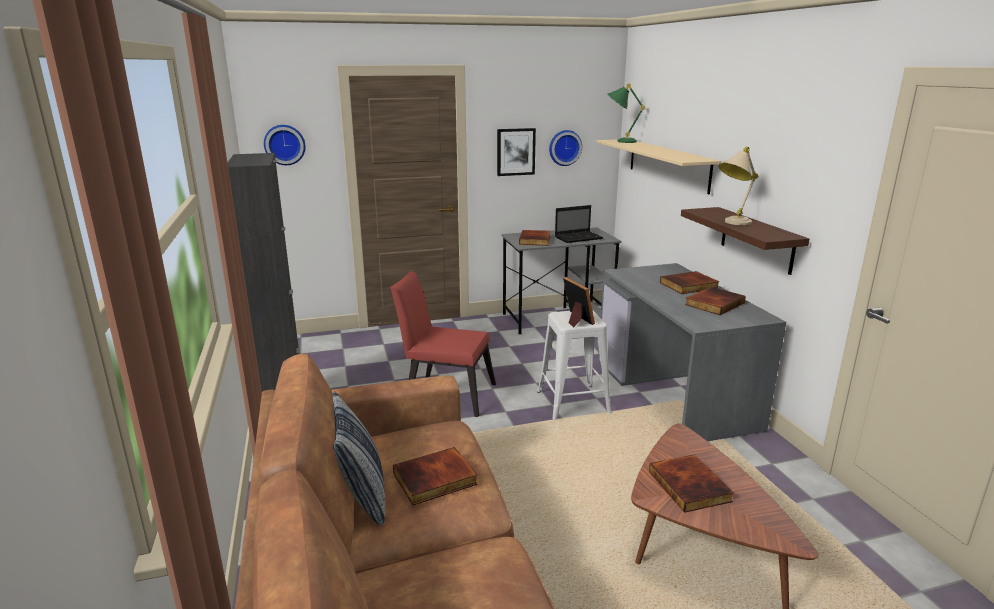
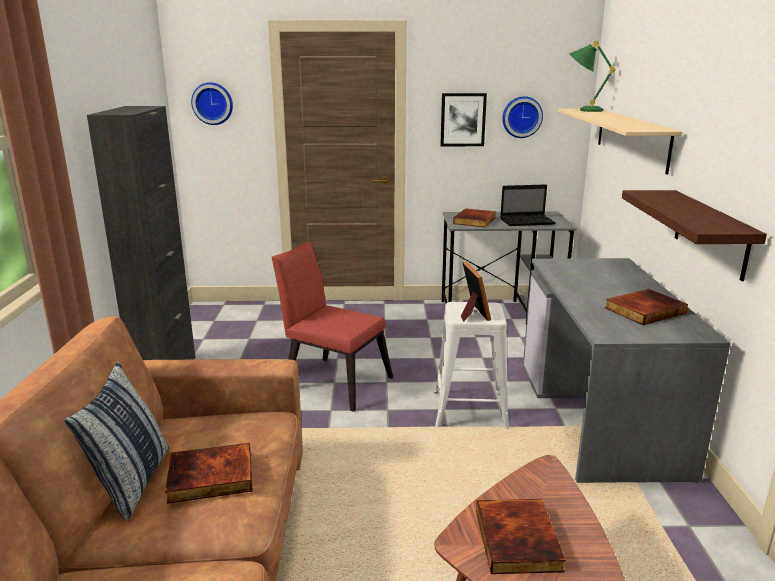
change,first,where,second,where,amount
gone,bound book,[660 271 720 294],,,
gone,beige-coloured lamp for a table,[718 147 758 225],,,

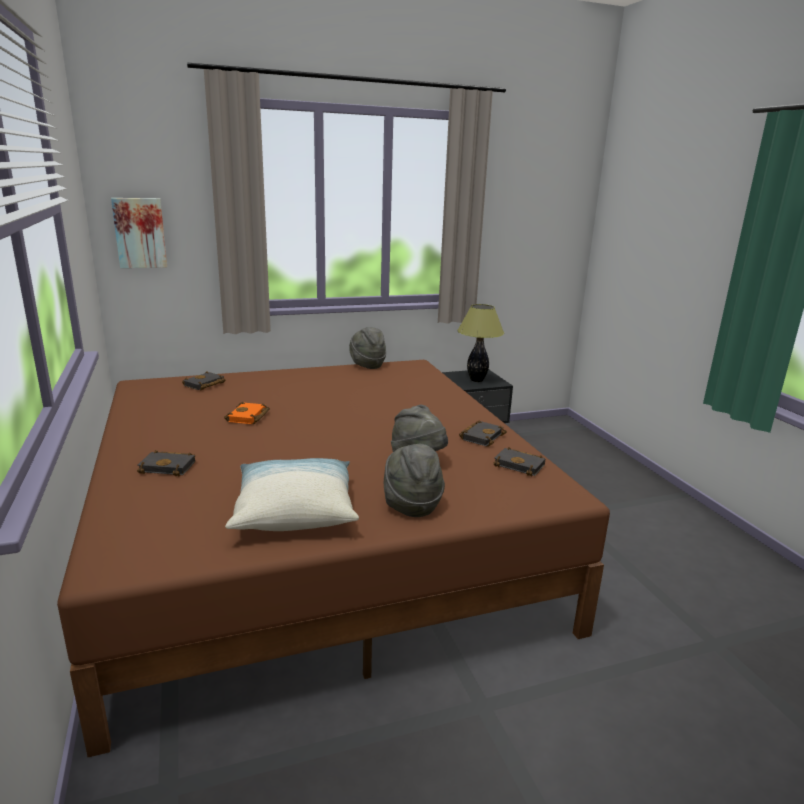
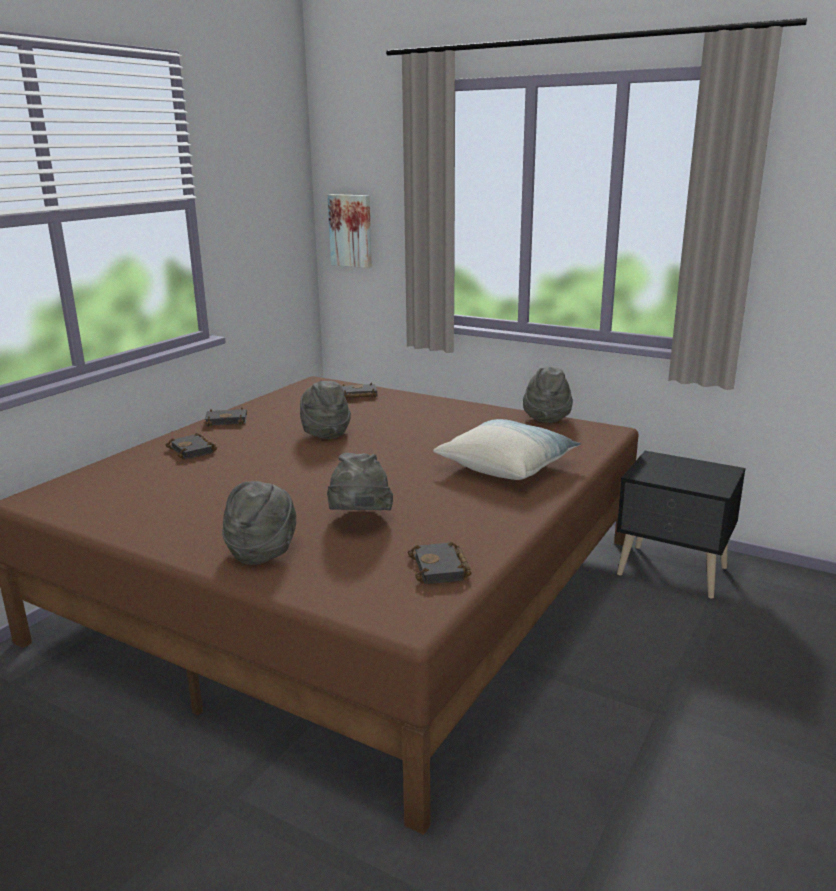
change,first,where,second,where,amount
swapped,orange-coloured bound book,[224 402 270 424],greyish wearable hat,[300 381 351 439],
shifted,cushion,[225 458 359 531],,[433 419 581 480],
gone,lamp for a table,[457 304 504 382],,,
shifted,black bound book,[459 420 507 447],,[205 408 247 427],

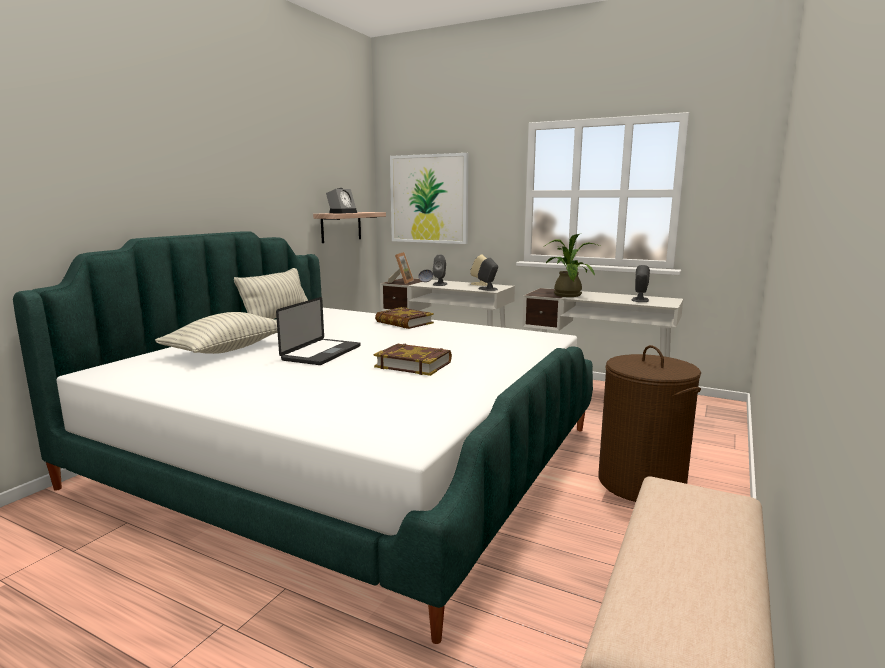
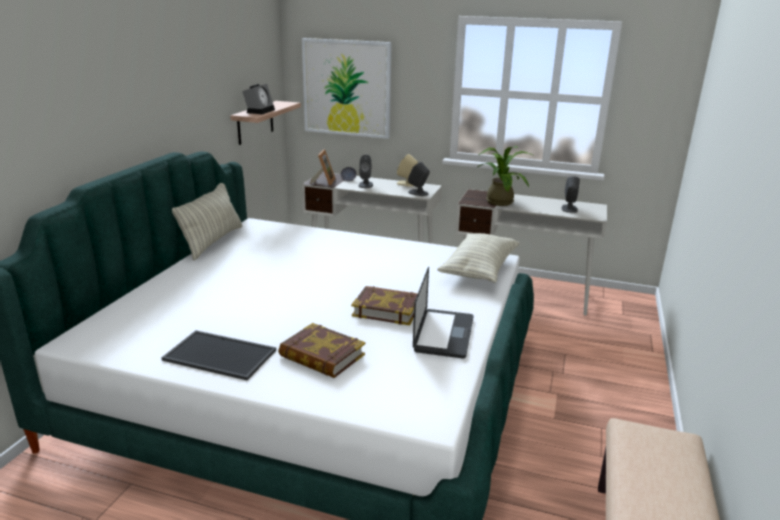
change,first,where,second,where,amount
shifted,cushion,[155 312 278 354],,[437 233 520 283],
shifted,laptop,[276 297 360 365],,[413 267 474 359],
shifted,bound book,[375 307 434 329],,[278 323 365 378],
gone,brown-coloured laundry basket,[598 345 701 502],,,
new,,,tray,[161 330 276 380],

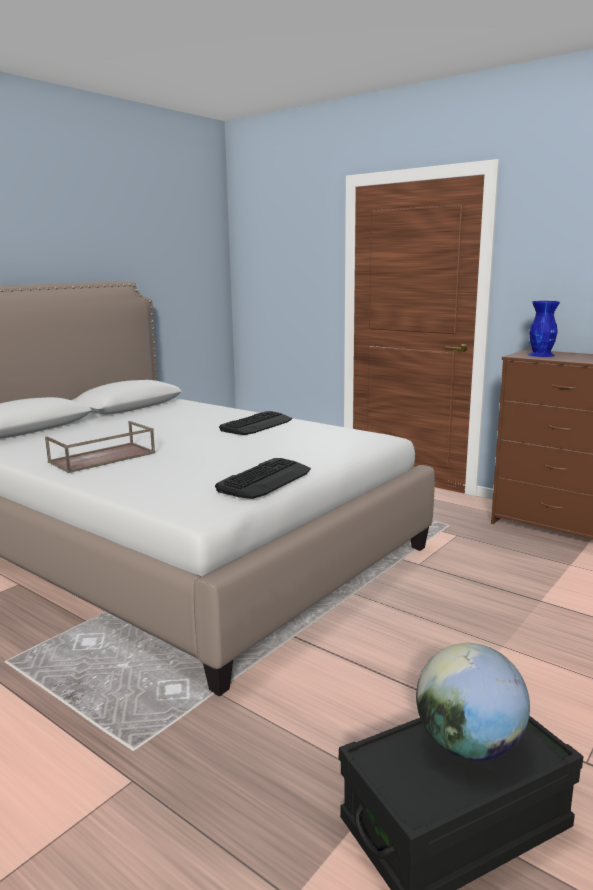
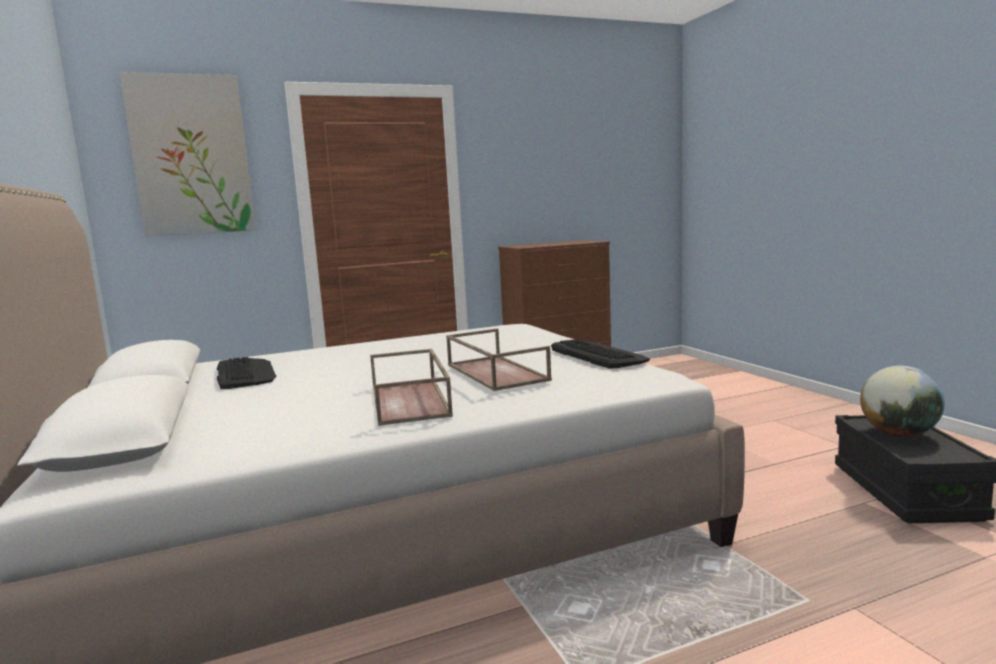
change,first,where,second,where,amount
shifted,computer keyboard,[219 411 292 435],,[217 357 276 389],
gone,blue-coloured flower vase,[528 301 560 357],,,
new,,,wall picture,[120 72 256 237],
new,,,brown-coloured tray,[446 328 552 391],

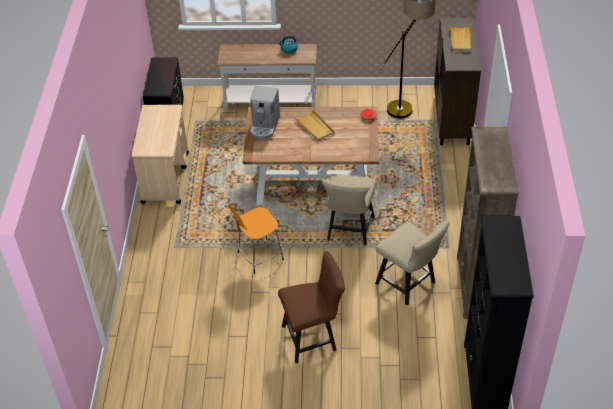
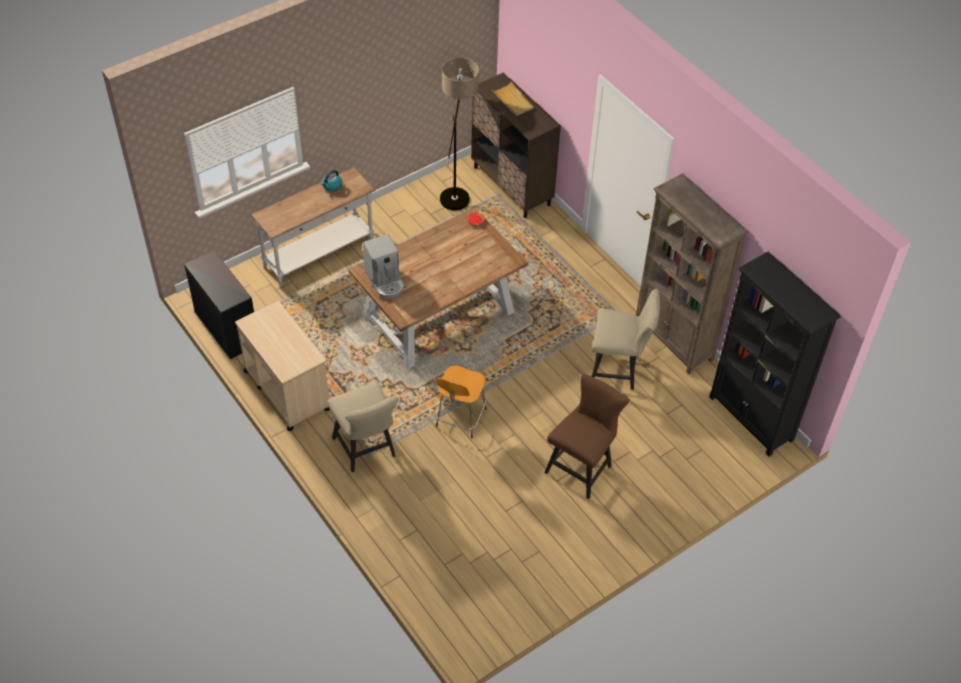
change,first,where,second,where,amount
gone,beige-coloured tray,[295 110 334 141],,,
shifted,beige-coloured plain chair,[322 174 376 245],,[327 382 399 472],

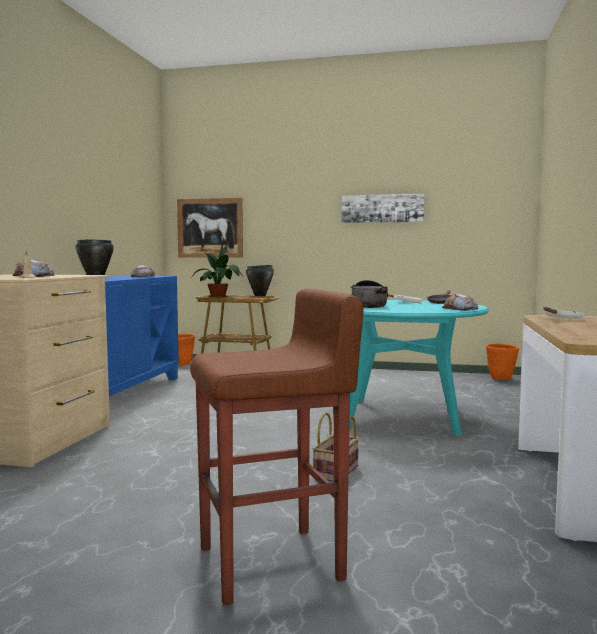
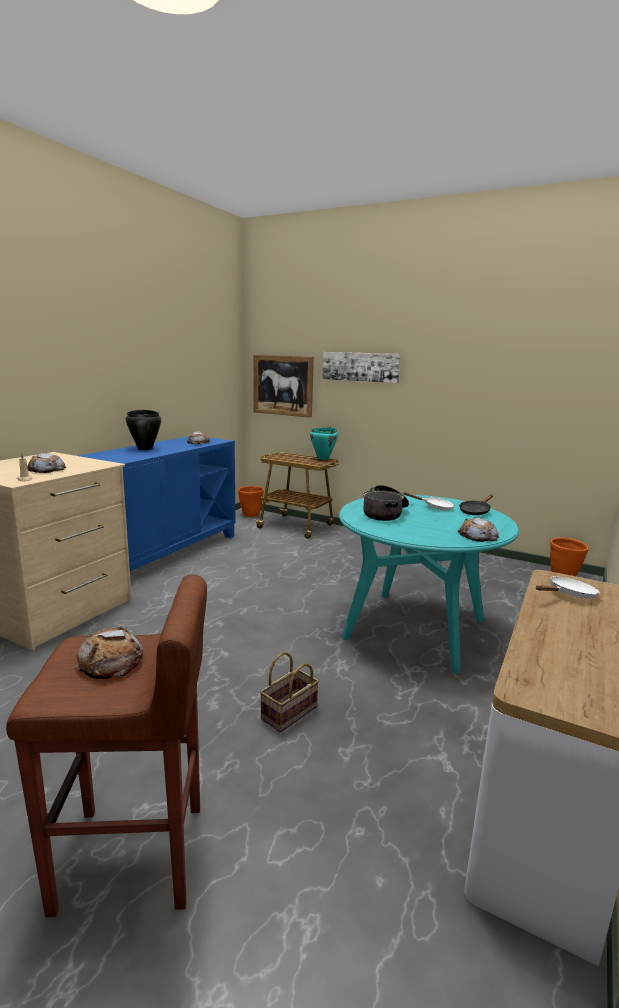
change,first,where,second,where,amount
gone,plant in a pot,[192 244 242 298],,,
repainted,black saucepot,[246 265 274 296],turquoise saucepot,[310 427 338 460],
shifted,wall picture,[342 194 424 223],,[322 352 401 383],
new,,,bread,[74 626 143 679],

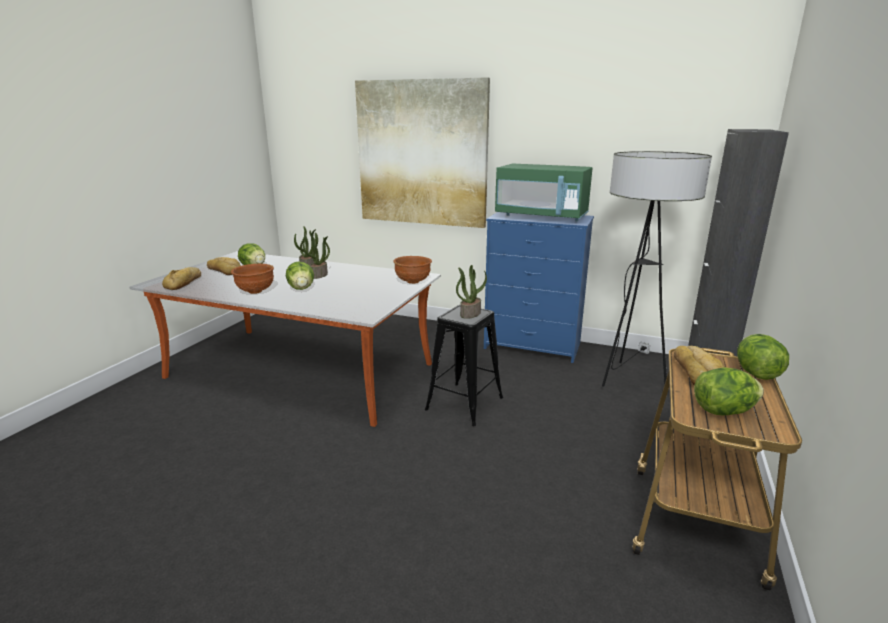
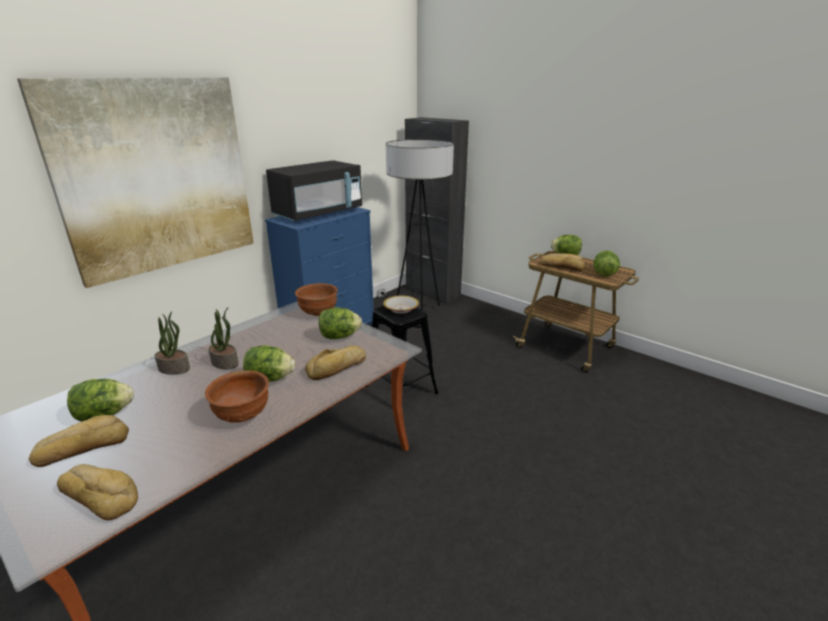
change,first,where,second,where,amount
swapped,plant in a pot,[456 265 487 319],deep dish,[383 295 419 314],
repainted,greenish microwave oven,[495 164 592 221],black microwave oven,[266 160 362 222],
new,,,bread,[305 346 366 380],
new,,,lettuce,[319 307 362 339],

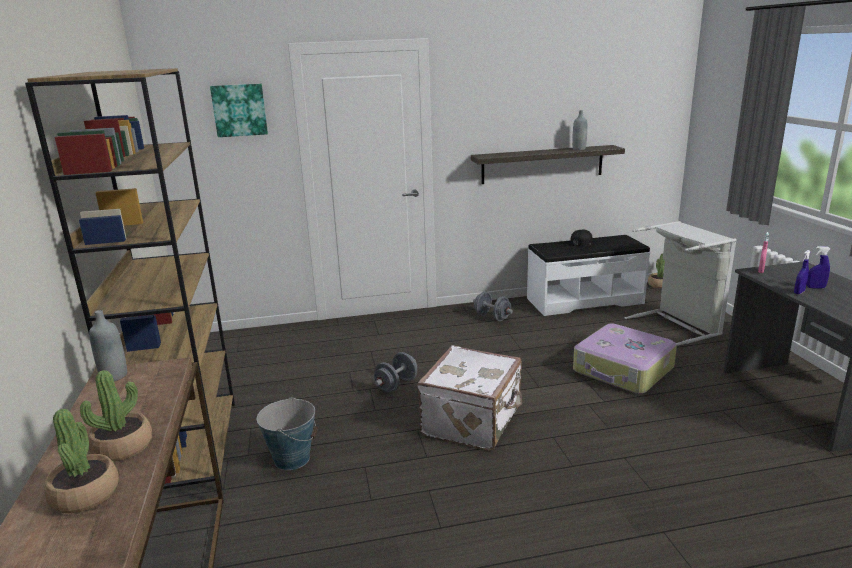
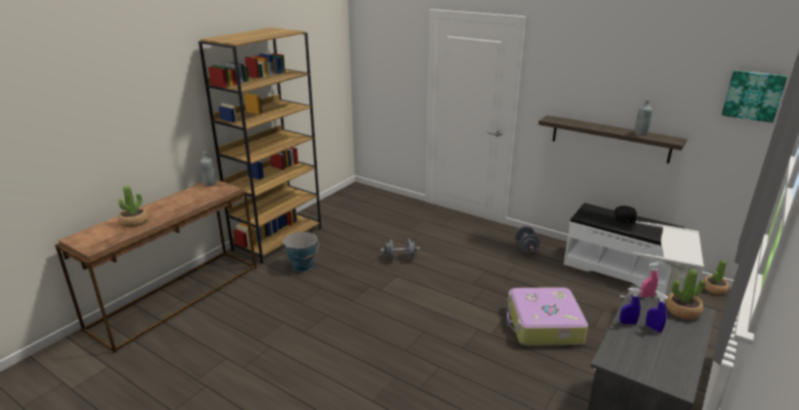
change,first,where,second,where,amount
shifted,plant in a pot,[80 370 152 462],,[666 269 706 320],
shifted,wall picture,[210 84 268 137],,[722 70 787 123],
gone,white travel case,[417 345 522 451],,,

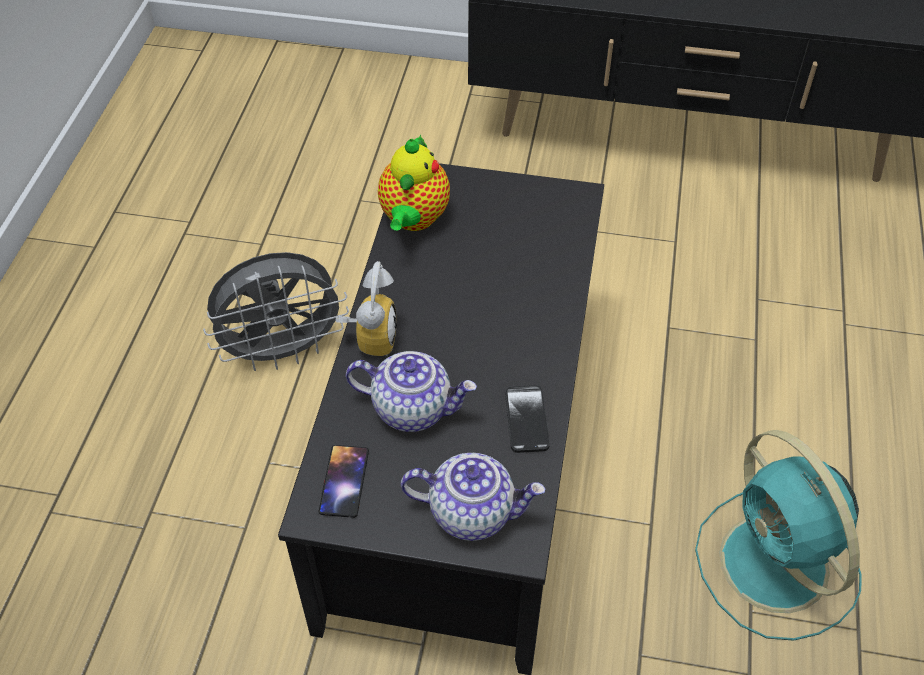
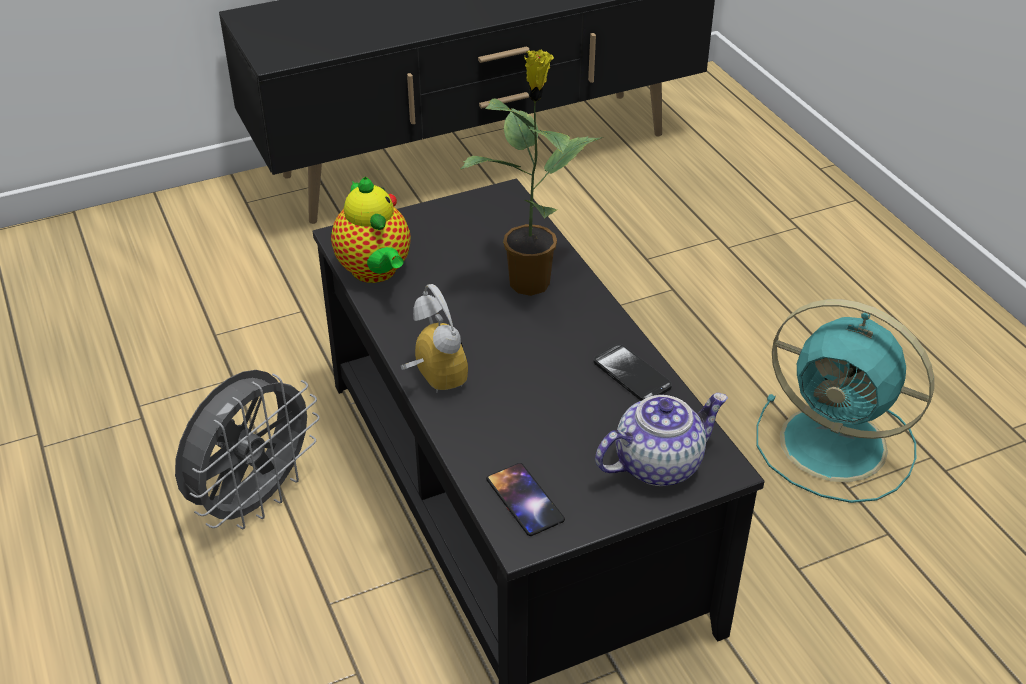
change,first,where,second,where,amount
gone,teapot,[346 351 477 432],,,
new,,,plant in a pot,[460 49 603 296],

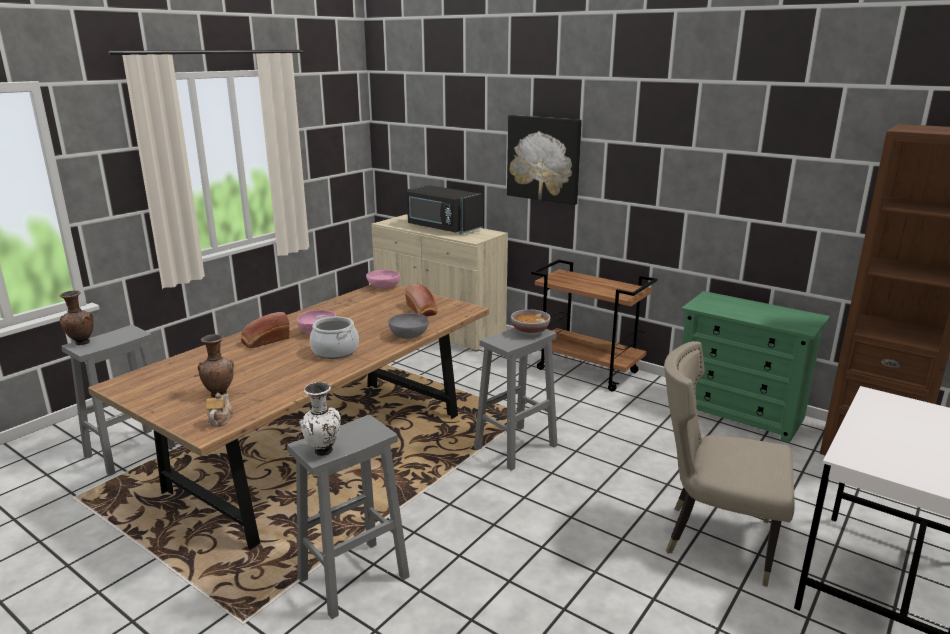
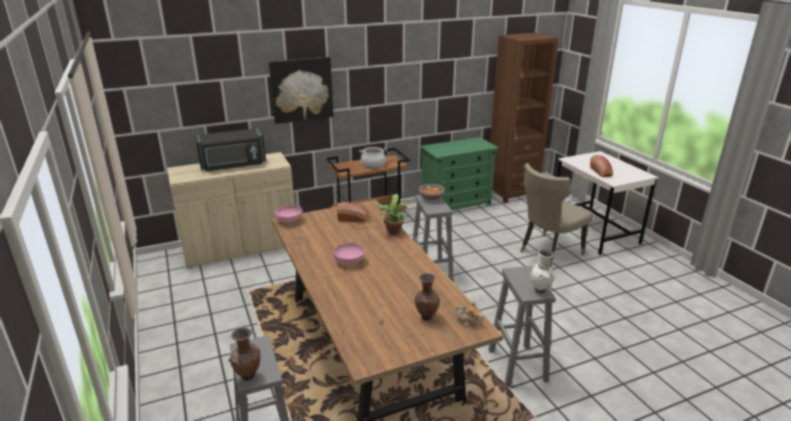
change,first,where,second,where,amount
shifted,bread,[241 312 290 348],,[590 155 613 177],
shifted,saucepot,[310 315 359 359],,[360 147 387 168],
swapped,greyish deep dish,[389 313 429 339],plant in a pot,[376 194 408 235],

